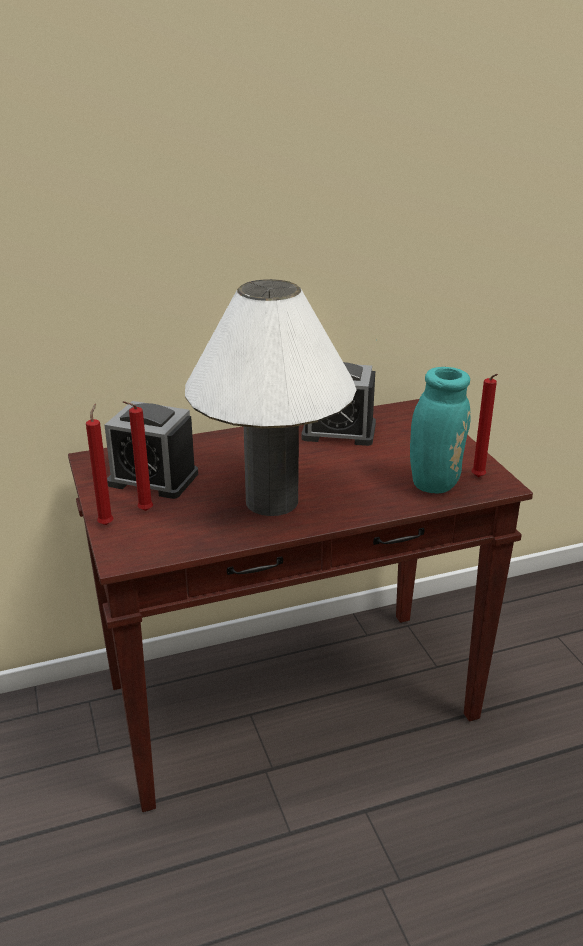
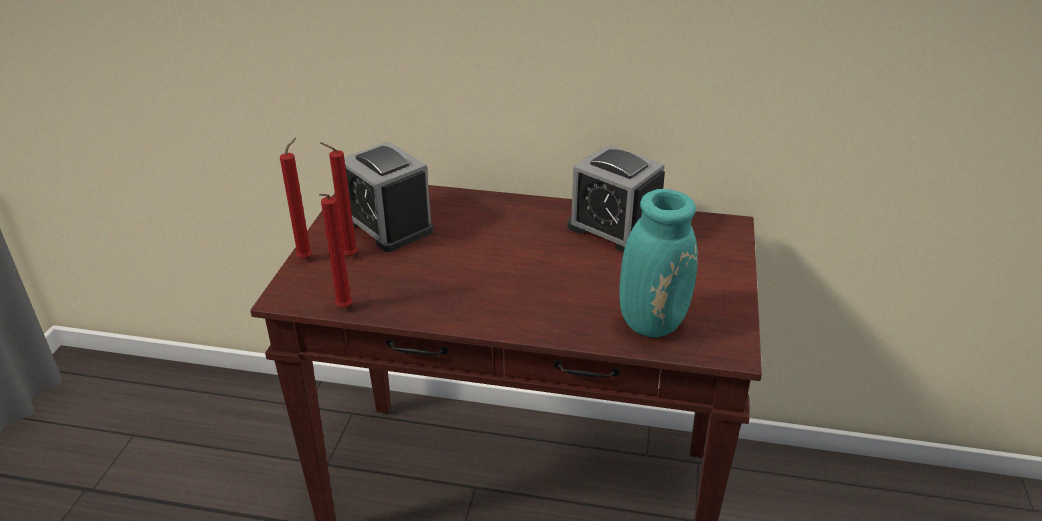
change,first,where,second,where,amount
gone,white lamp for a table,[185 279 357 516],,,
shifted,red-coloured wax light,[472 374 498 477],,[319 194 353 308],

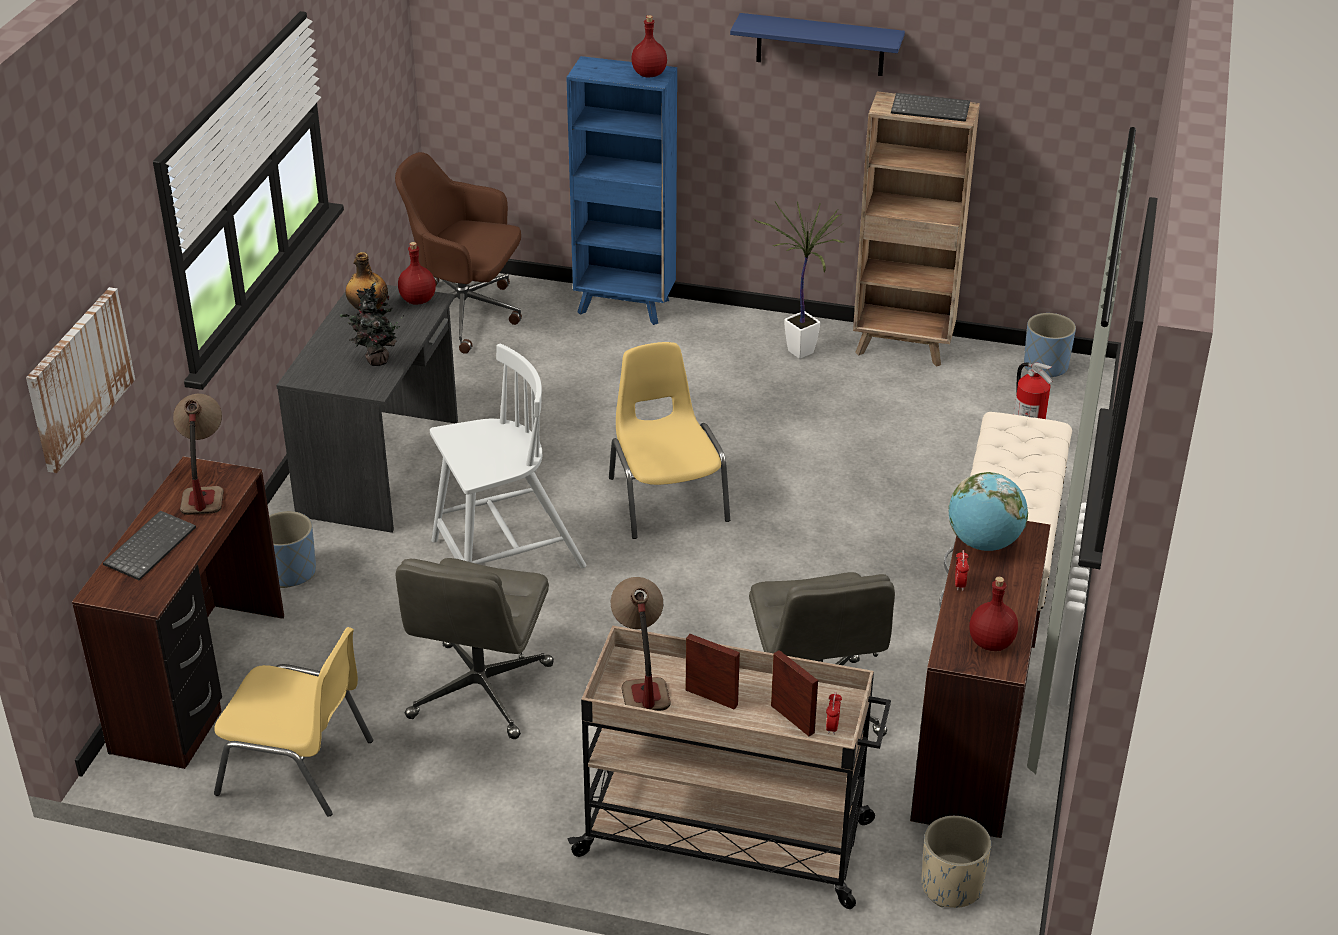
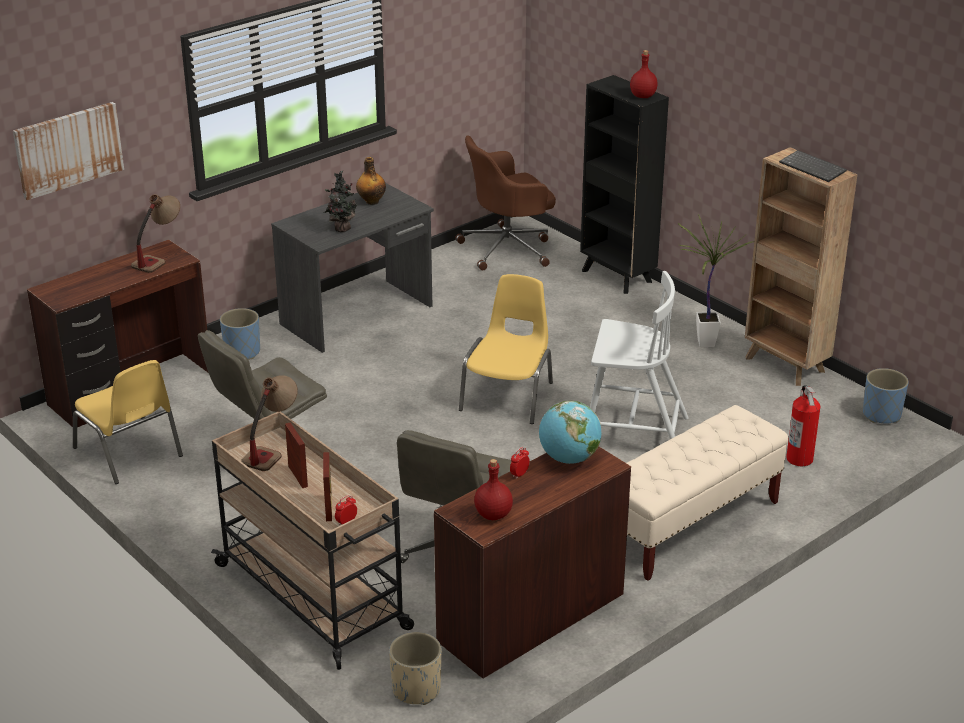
change,first,where,second,where,amount
gone,computer keyboard,[103 511 196 580],,,
rotated,brown-coloured desk chair,[395 152 522 354],,[455 136 556 271],75 degrees counterclockwise
gone,red-coloured bottle,[398 242 436 305],,,
shifted,white plain chair,[430 344 586 568],,[590 271 689 439],
repainted,blue-coloured bookcase,[566 56 677 325],black bookcase,[580 75 669 294],
gone,blue-coloured shelf,[730 13 905 76],,,

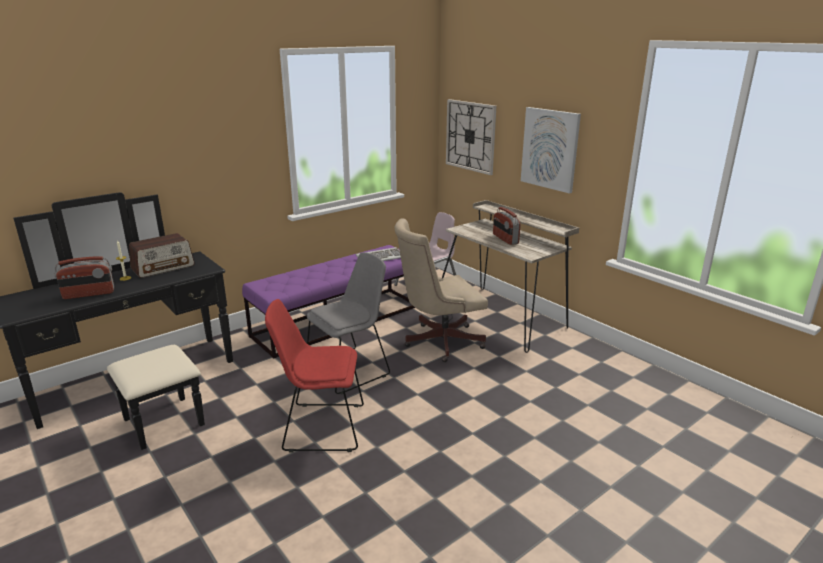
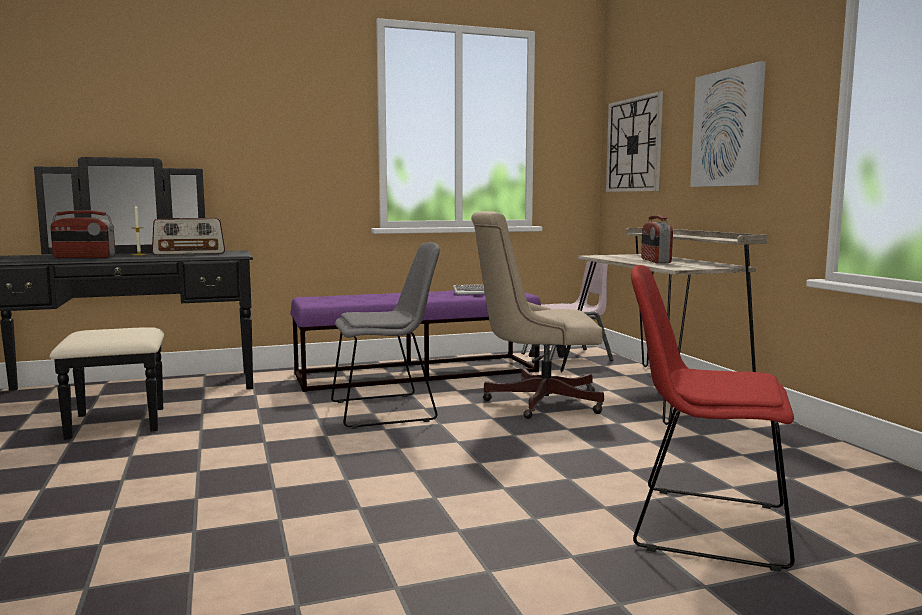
change,first,where,second,where,amount
shifted,red-coloured plain chair,[265 299 364 452],,[631 265 795 571],

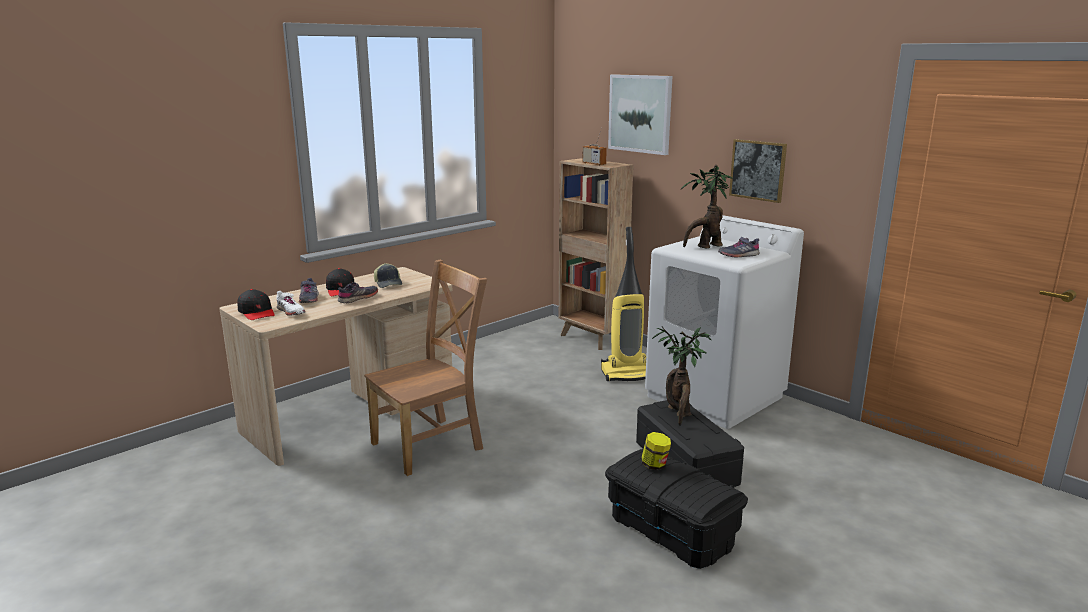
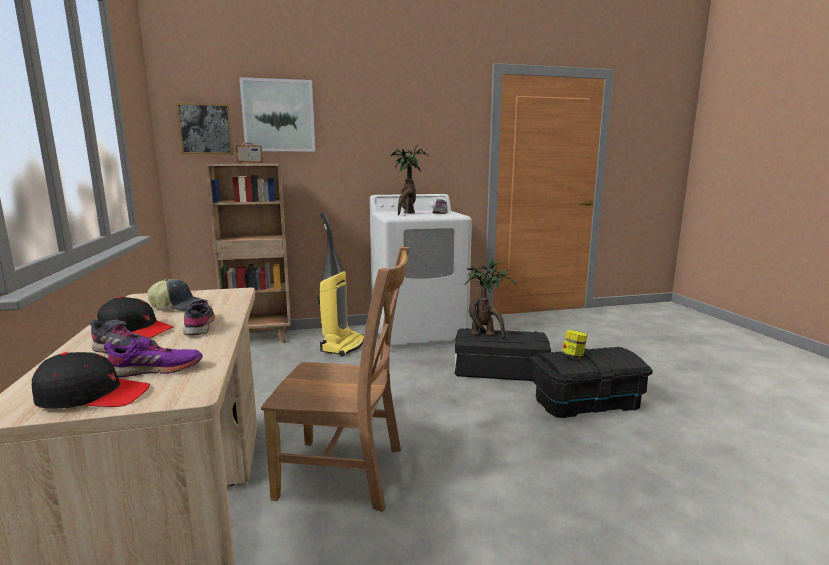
change,first,where,second,where,amount
repainted,white shoe,[276 291 305 316],purplish shoe,[104 337 203 377],
rotated,brown-coloured plain chair,[364 260 487 476],,[261 247 410 512],105 degrees clockwise
shifted,wall picture,[729 139 787 203],,[176 103 233 154],

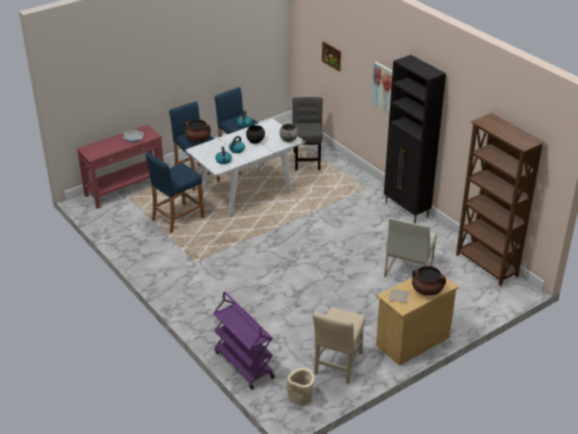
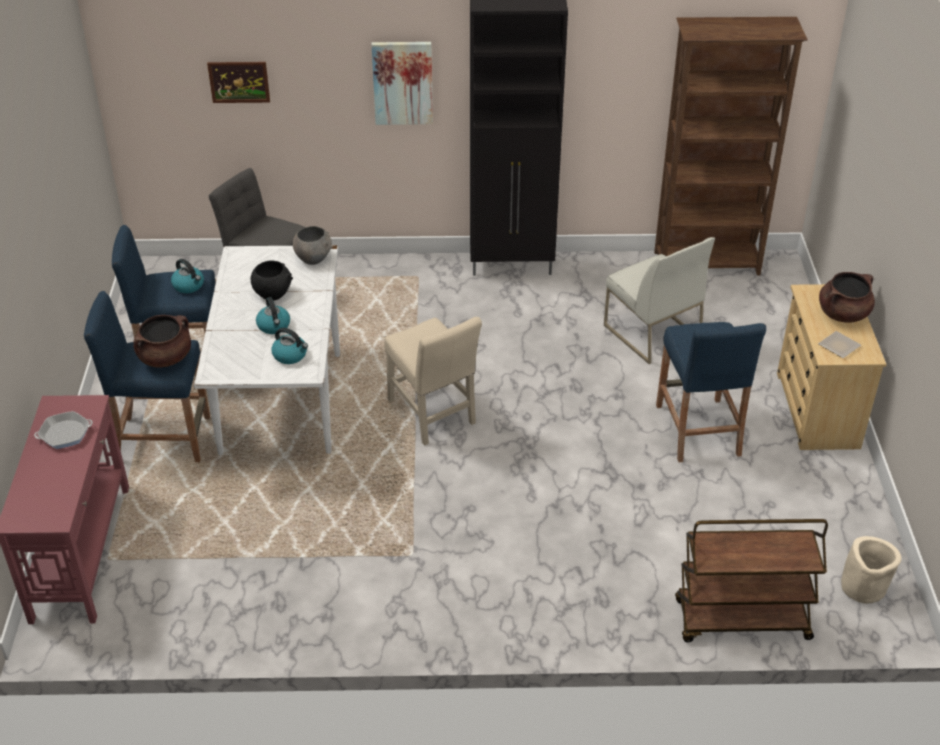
change,first,where,second,where,amount
shifted,blue-coloured stool,[145 152 204 233],,[656 322 766 462],
repainted,purplish wheeled cart,[213 292 274 390],brown-coloured wheeled cart,[675 519 828 642],
shifted,beige-coloured plain chair,[313 307 365 384],,[385 317 482 446],

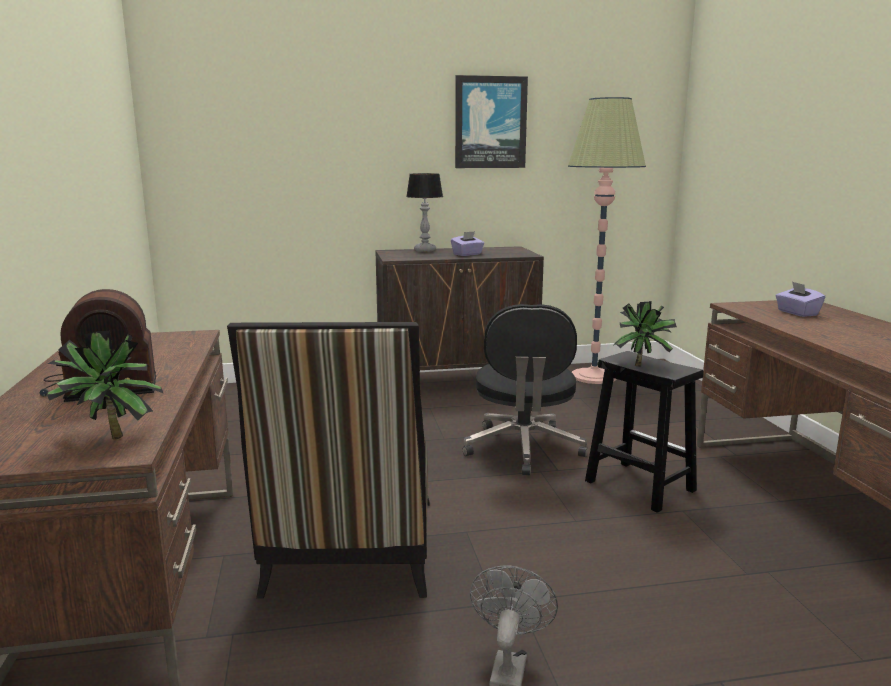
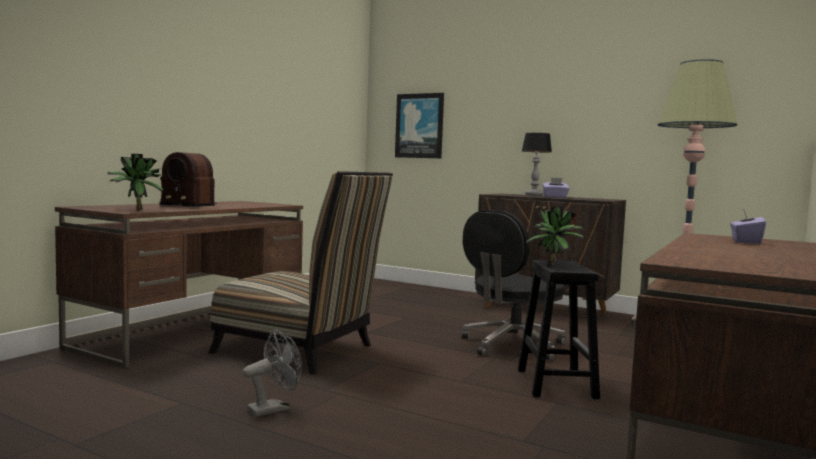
change,first,where,second,where,amount
rotated,plain chair,[227 322 430 599],,[209 171 393 375],105 degrees counterclockwise
shifted,wall picture,[455 75 528 168],,[395 93 444 158],

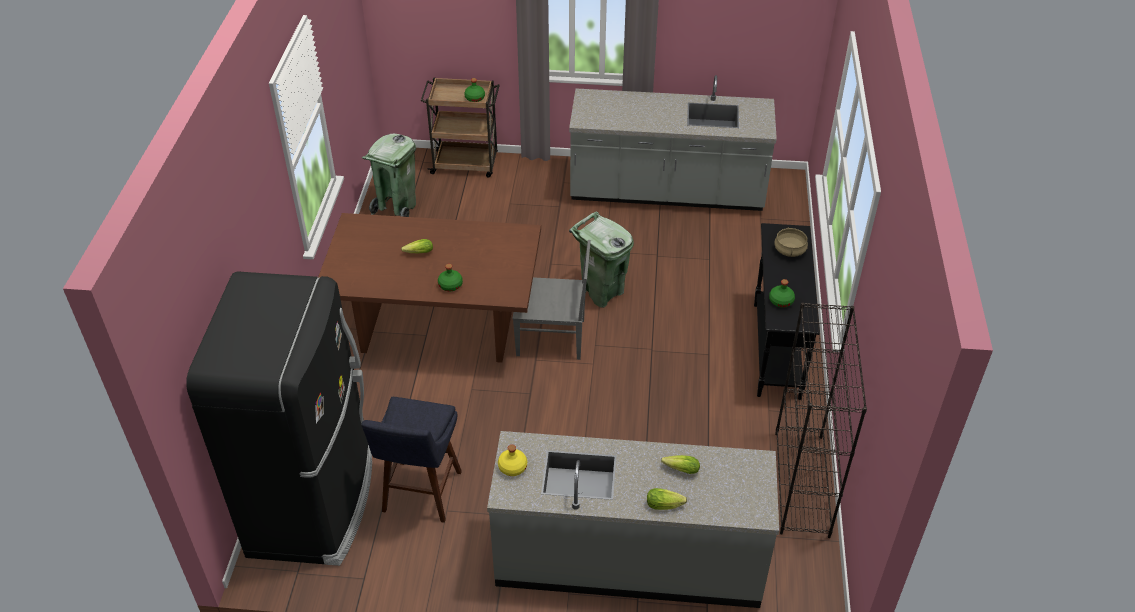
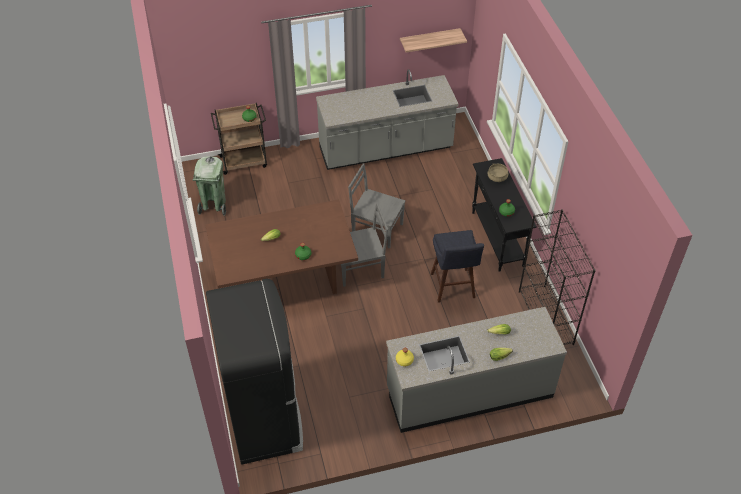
change,first,where,second,where,amount
shifted,blue-coloured stool,[362 397 462 523],,[431 230 484 303],
swapped,greenish rubbish bin,[569 212 634 308],greyish plain chair,[348 163 405 249],
new,,,shelf,[400 28 467 53],

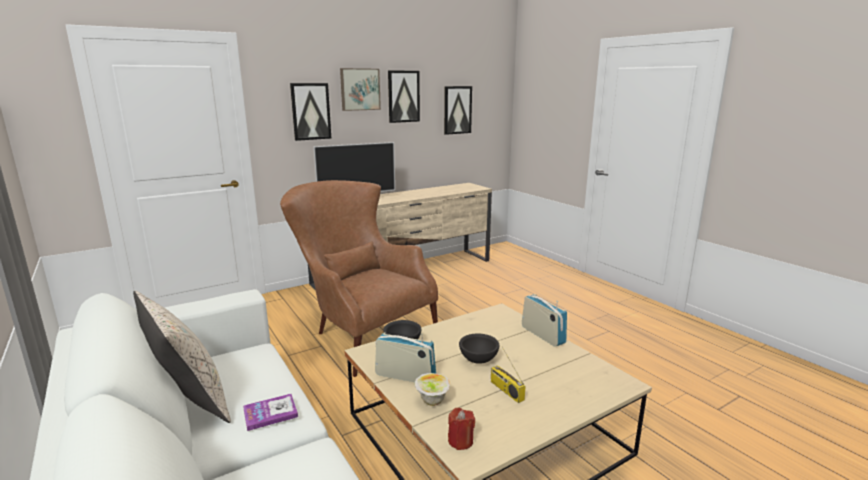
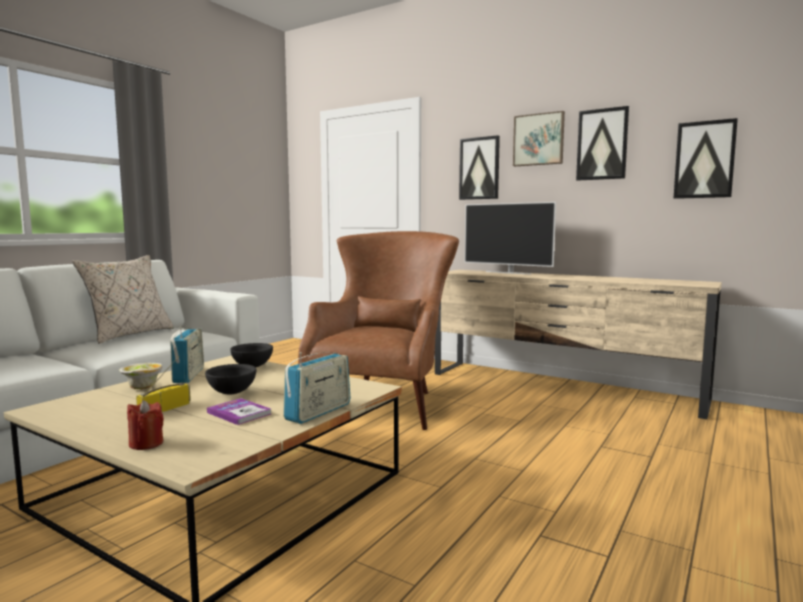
change,first,where,second,where,amount
shifted,bound book,[243 394 298 431],,[207 398 271 425],
shifted,red-coloured wax light,[448 408 475 450],,[127 400 164 450],

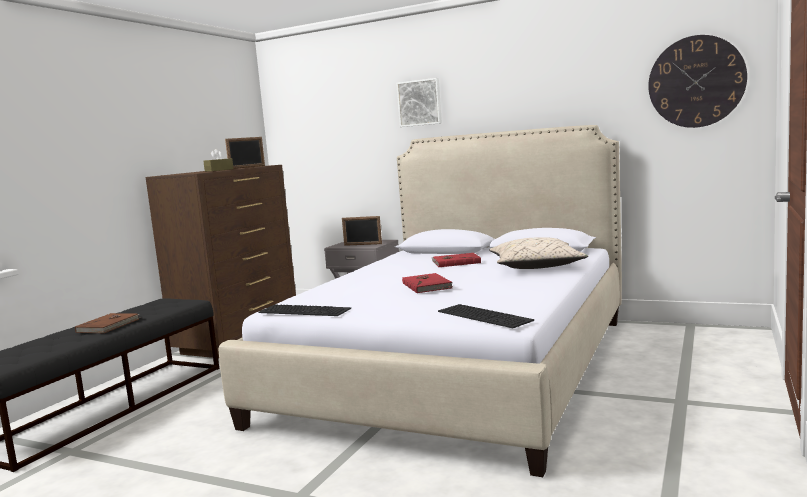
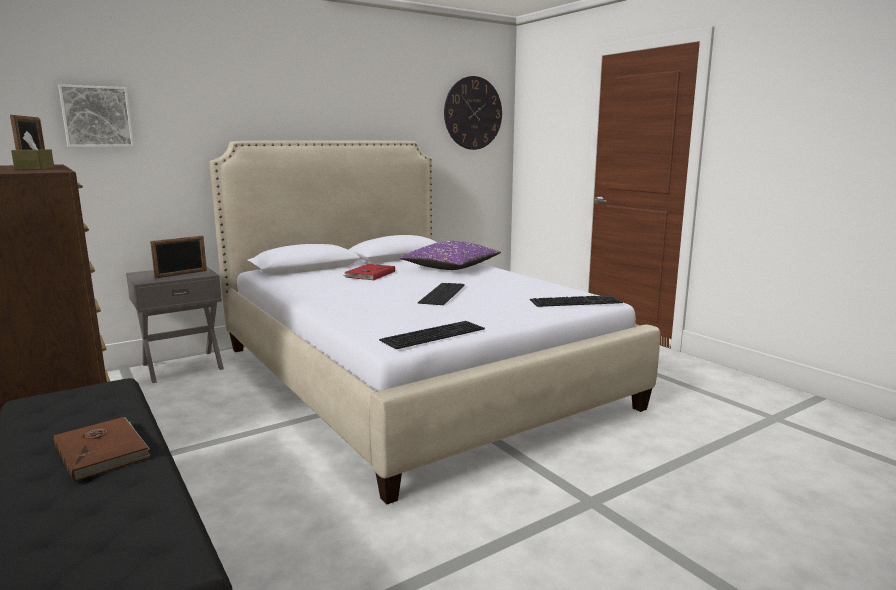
change,first,where,second,where,amount
shifted,wall picture,[396 78 442 127],,[58 84 134 147],
swapped,red-coloured bound book,[402 273 453 293],computer keyboard,[418 283 465 305],
repainted,beige-coloured cushion,[489 237 588 269],purplish cushion,[400 241 501 270],

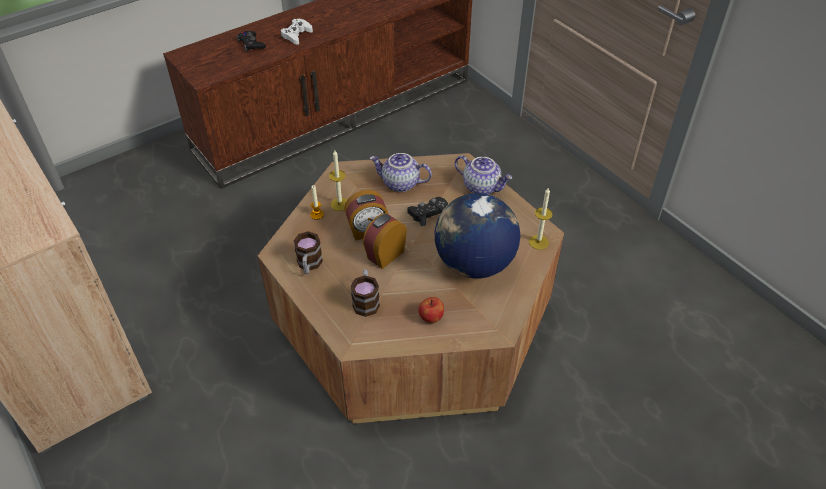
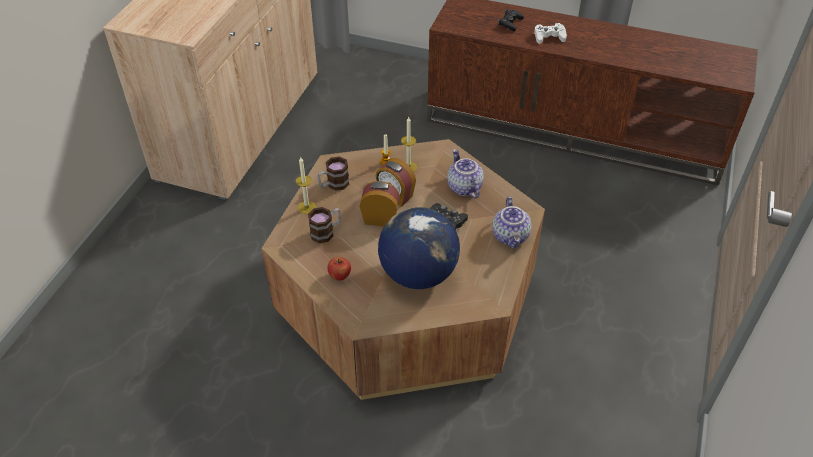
change,first,where,second,where,amount
shifted,wax light,[529 188 553 250],,[296 156 316 214],

